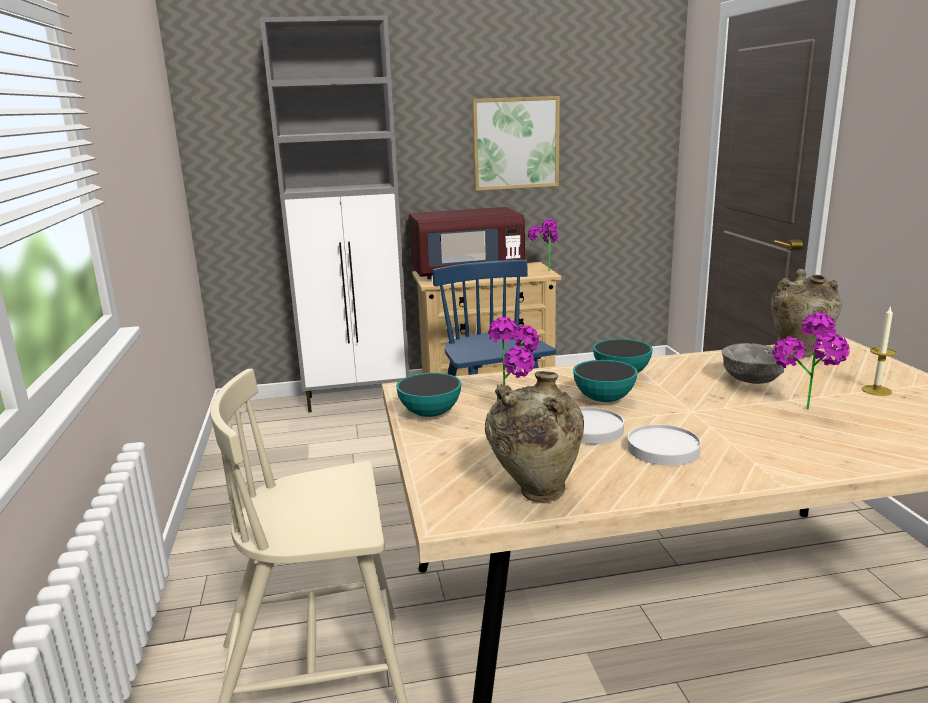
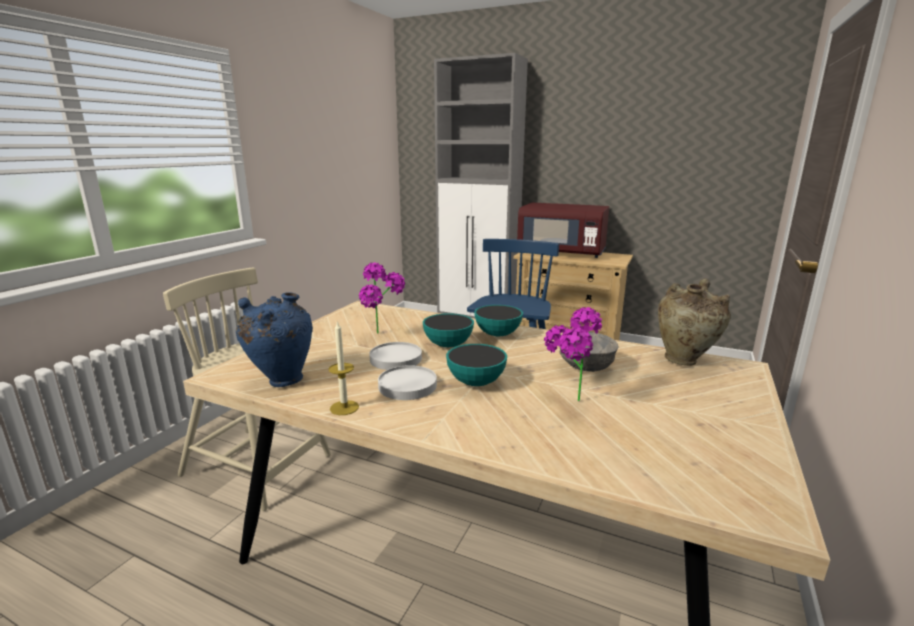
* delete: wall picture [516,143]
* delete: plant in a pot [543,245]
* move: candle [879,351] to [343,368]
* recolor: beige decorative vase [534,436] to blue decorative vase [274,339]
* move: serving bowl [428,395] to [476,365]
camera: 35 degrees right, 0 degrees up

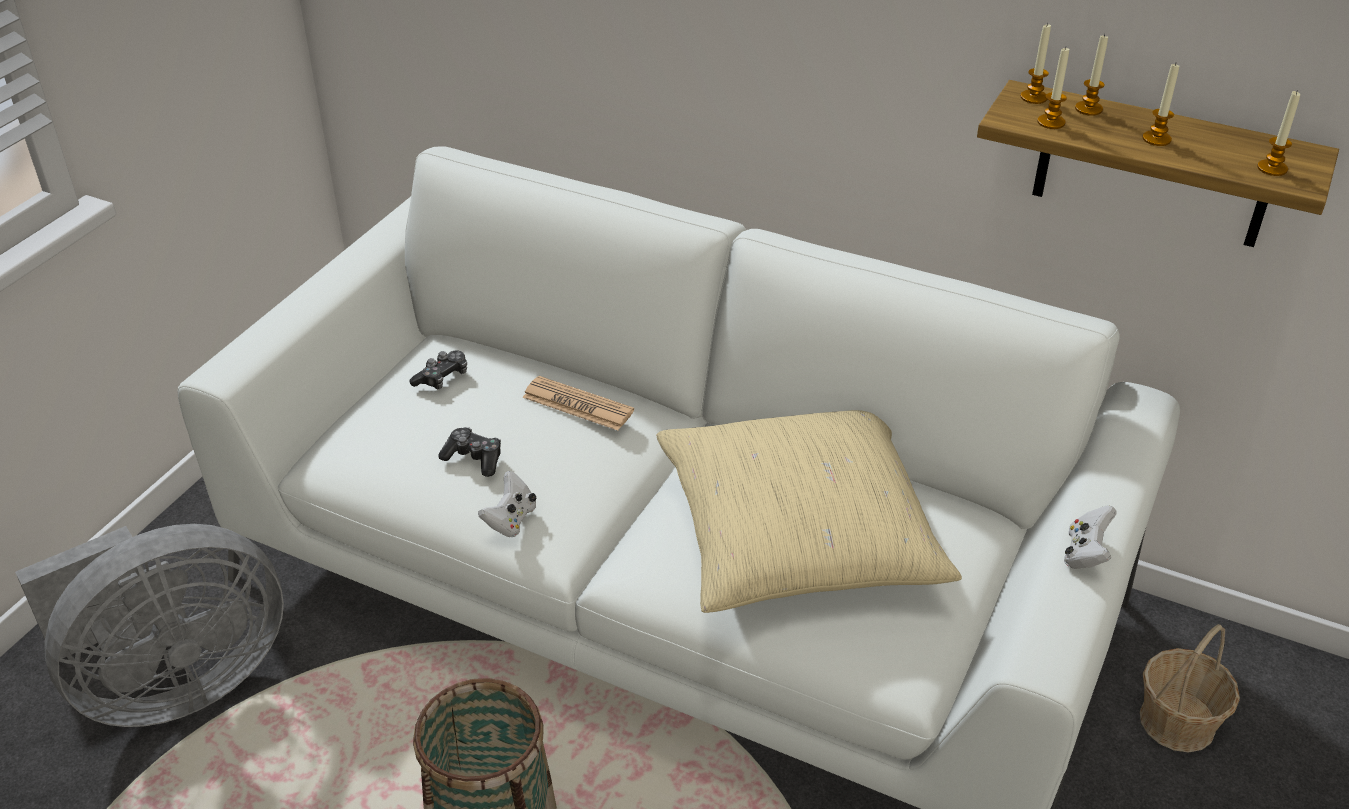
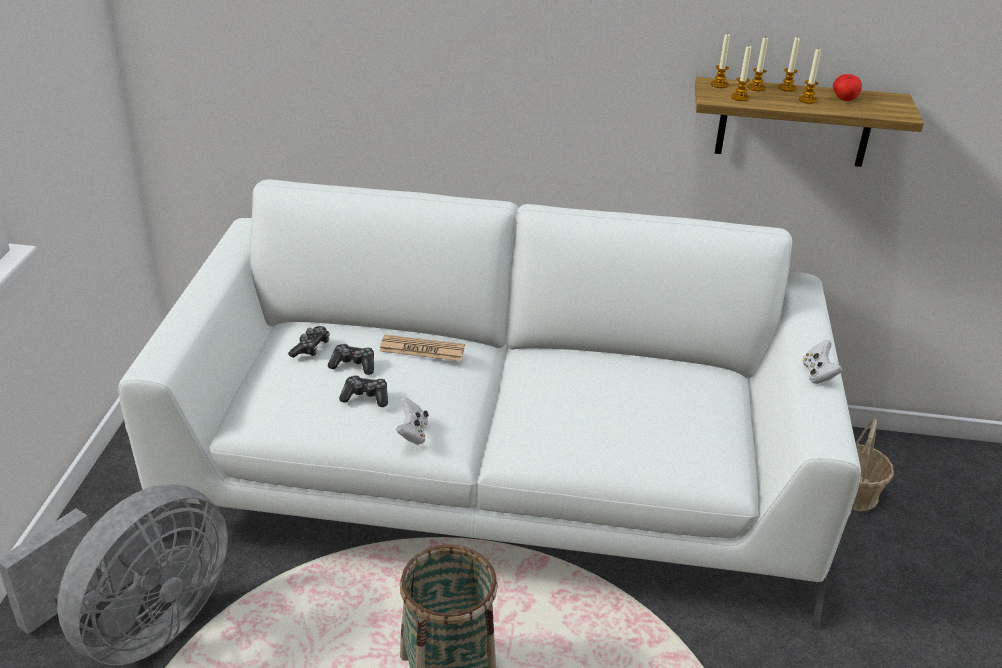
* move: candle [1278,133] to [789,64]
* delete: beige throw pillow [809,511]
* insert: apple [847,87]
* insert: gamepad [351,359]
camera: 20 degrees left, 5 degrees down

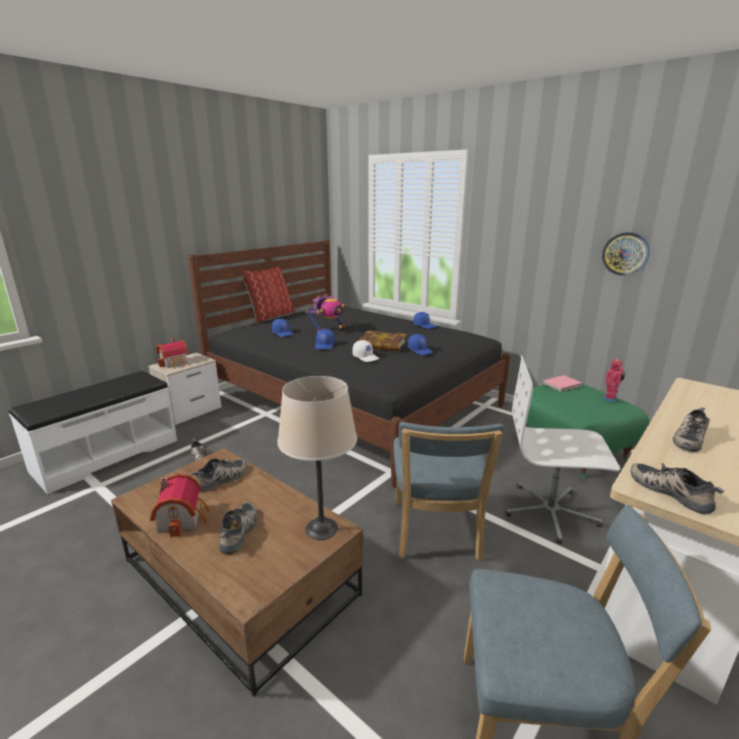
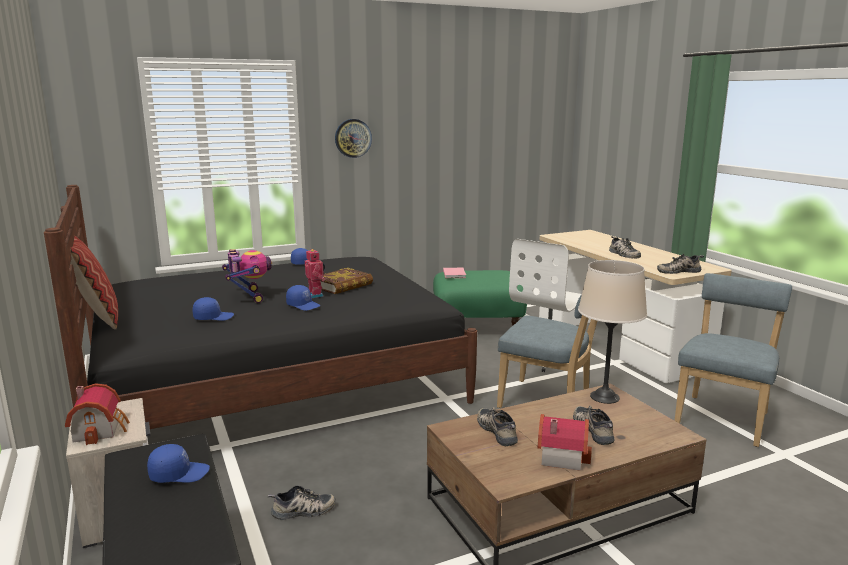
* move: wall clock [626,254] to [353,138]
* move: blue cap [420,344] to [178,463]
* delete: white cap [365,351]
* move: robot figure [614,380] to [315,273]
* rotate: low shoe [238,527] = [593,425] 45 degrees clockwise
camera: 65 degrees left, 5 degrees down

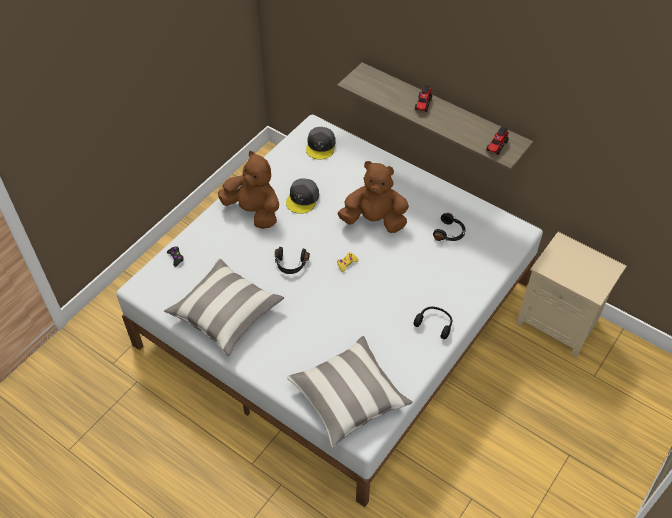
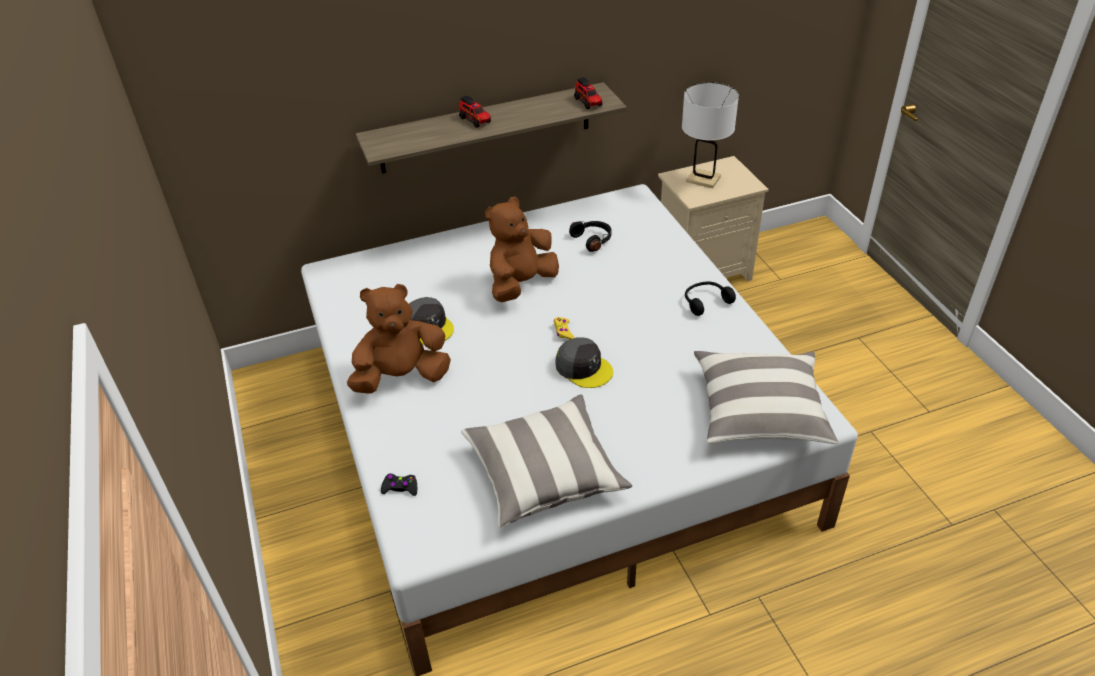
* move: gray cap [321,143] to [584,362]
* delete: blackish headset [292,260]
* insert: white tabletop lamp [710,135]
camera: 55 degrees left, 10 degrees down

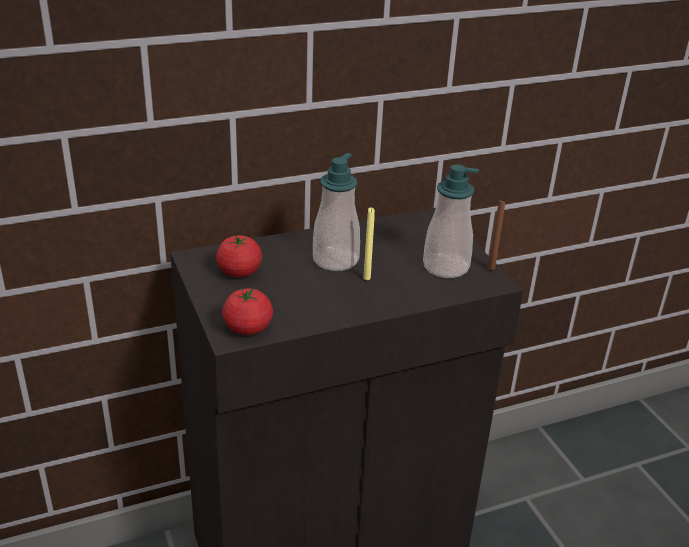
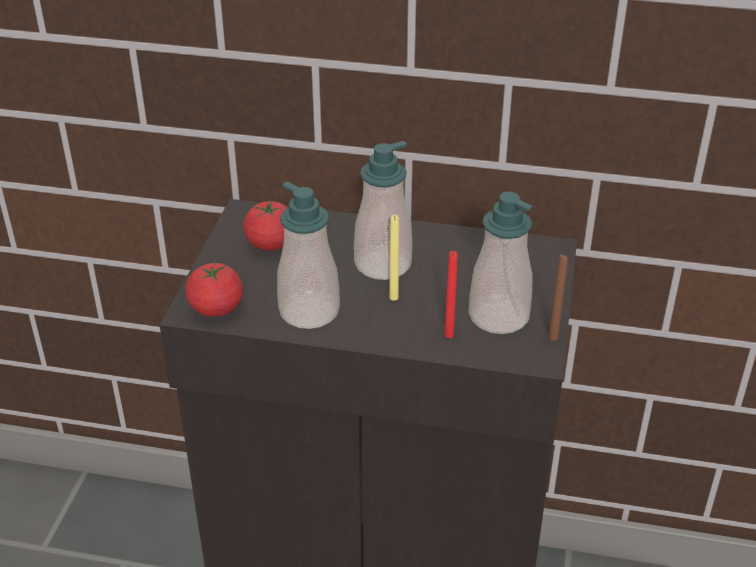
* insert: liquid soap bottle [308,255]
* insert: red-coloured candle [451,294]
camera: 35 degrees right, 5 degrees up

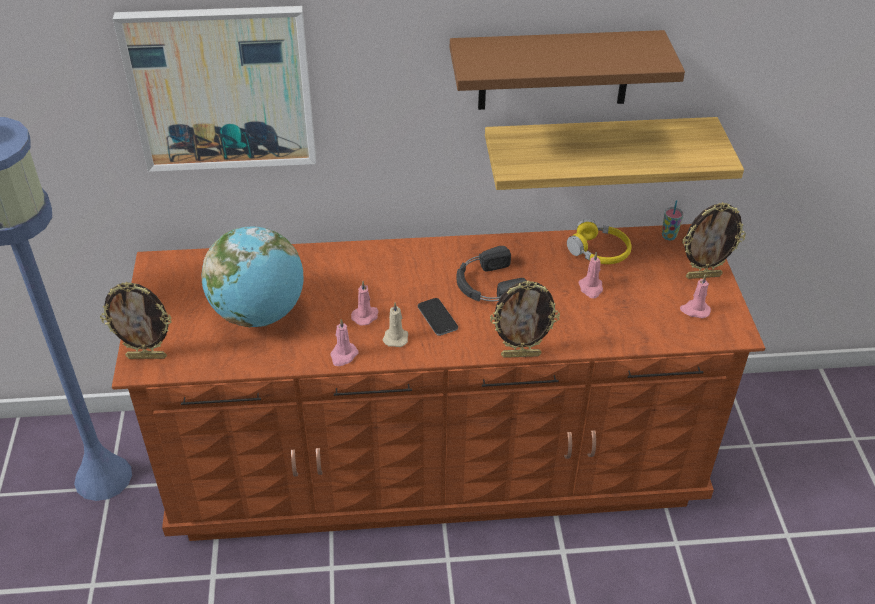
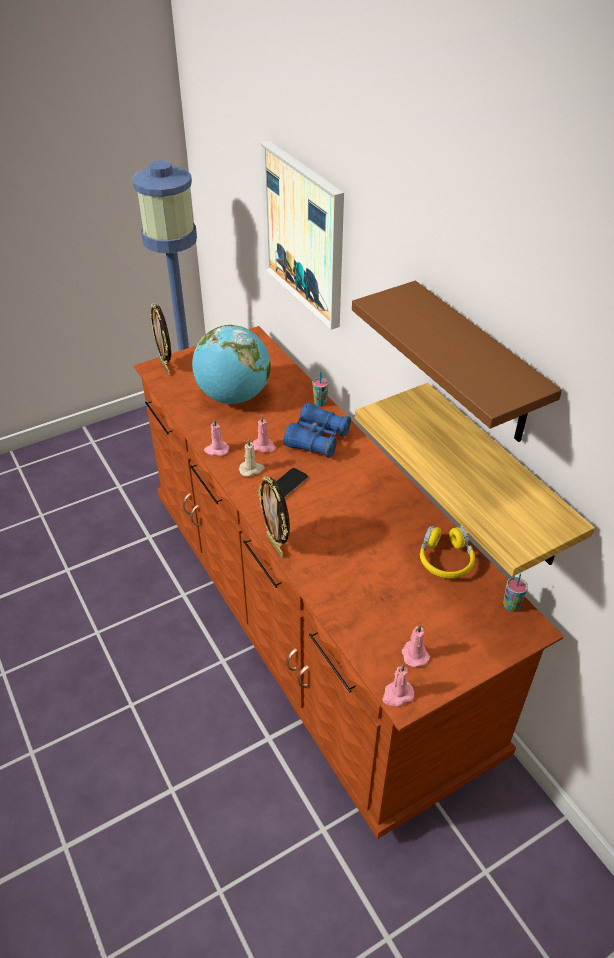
* delete: picture frame [714,240]
* delete: blackish headset [492,273]
* move: pink candle [590,275] to [398,685]
* insert: small cup [320,388]
* insert: blue pair of binoculars [317,430]
camera: 65 degrees right, 0 degrees up

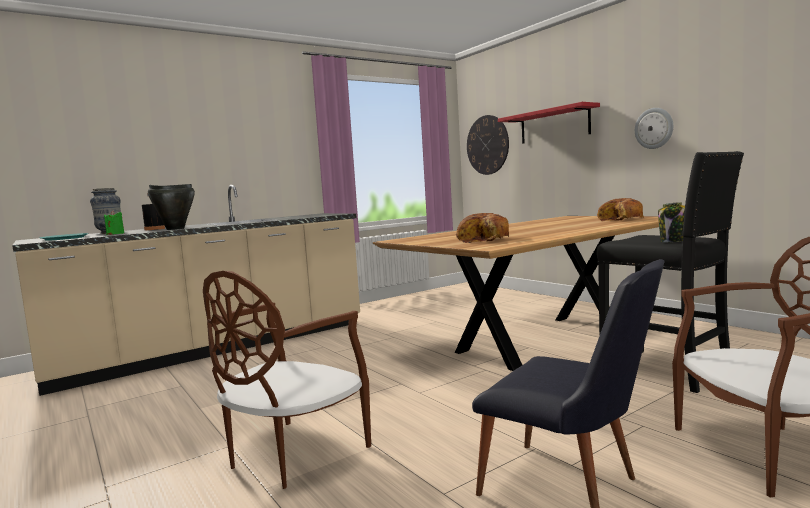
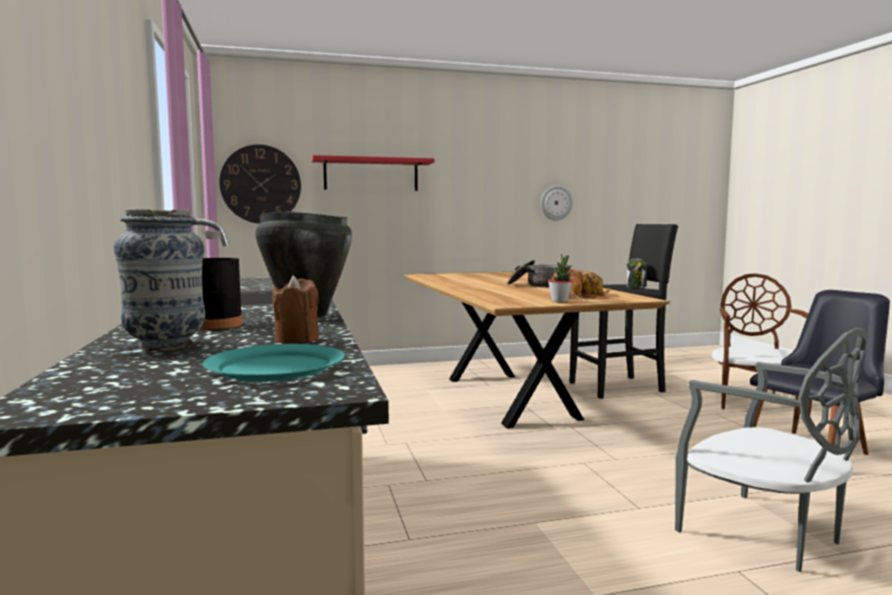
* move: wall clock [654,128] to [557,203]
* delete: bakery bread [620,209]
* recolor: greenish candle [114,223] to brownish candle [295,309]
* recolor: brownish upright chair [287,380] to gray upright chair [771,450]
* insert: plant in a pot [560,278]
* insert: cooking pot [538,273]
camera: 70 degrees left, 0 degrees up

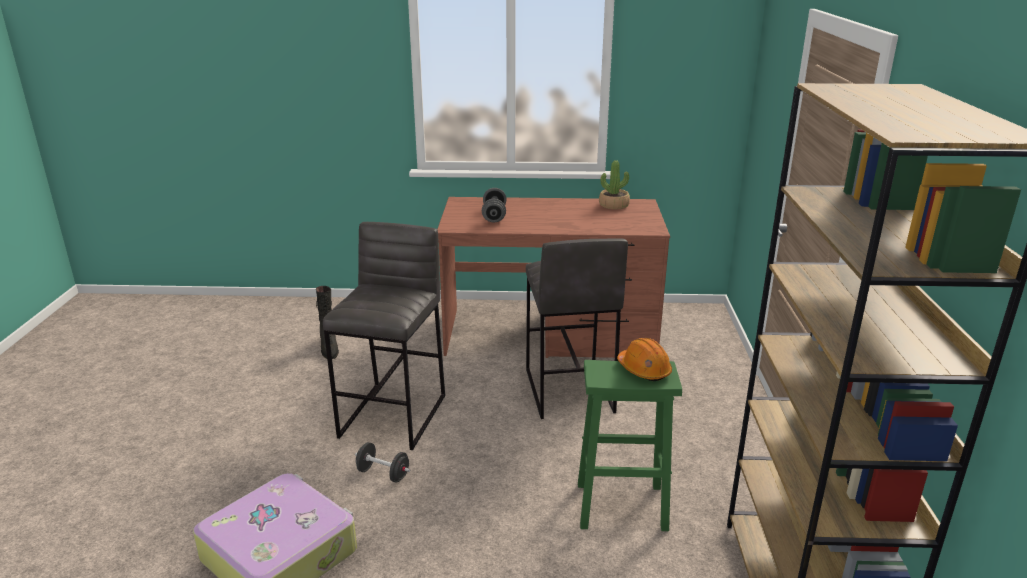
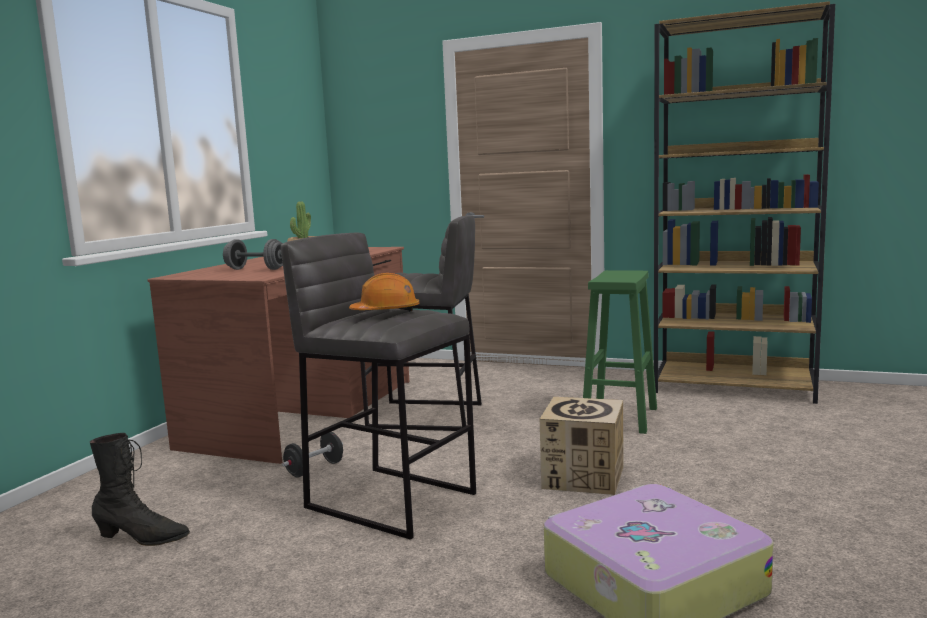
* move: orangey safety helmet [644,359] to [384,292]
* move: blackish hand weight [382,462] to [312,454]
* insert: packing box [582,446]
camera: 70 degrees left, 15 degrees down

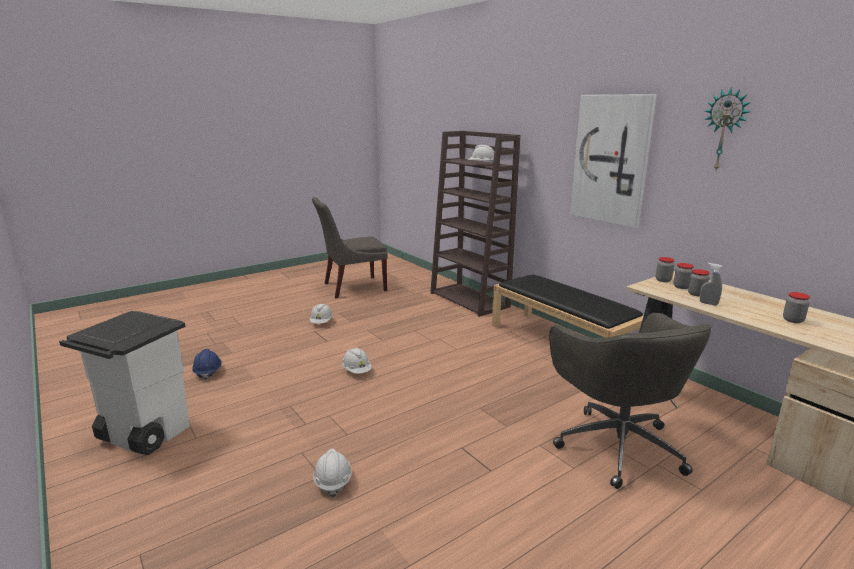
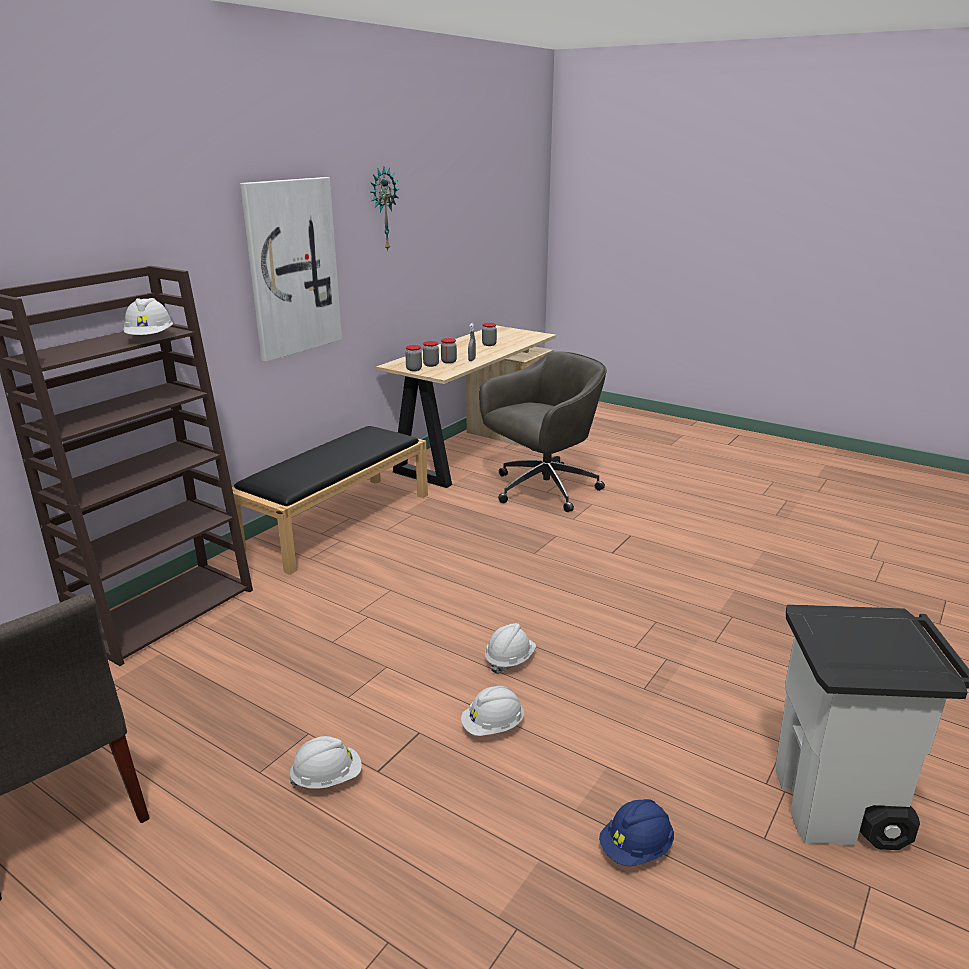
* move: white safety helmet [332,473] to [492,711]
camera: 110 degrees left, 5 degrees up

